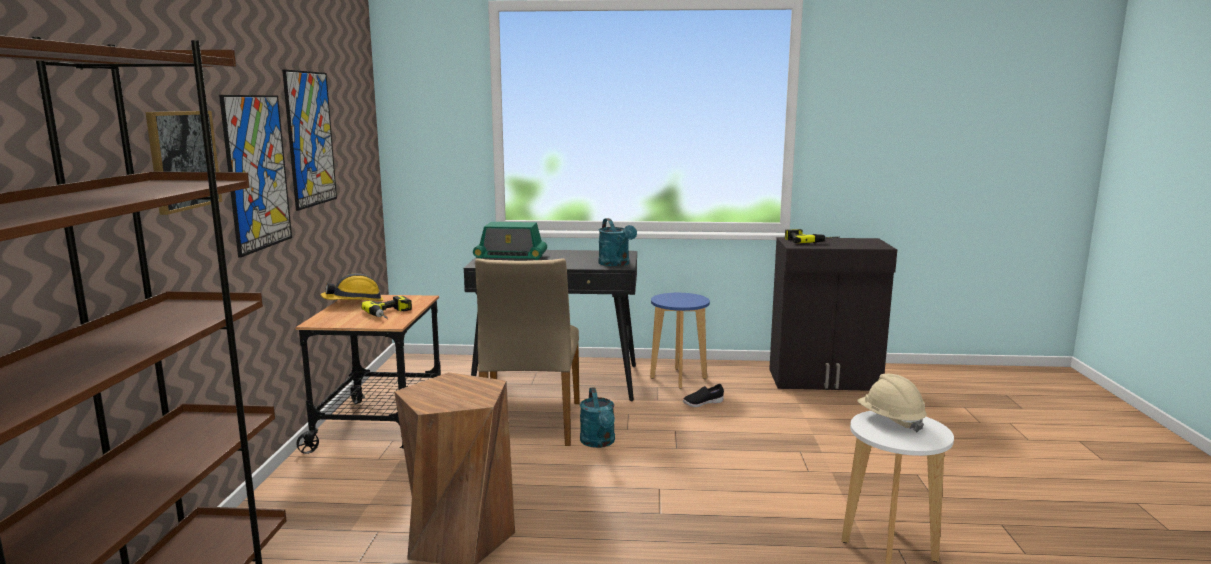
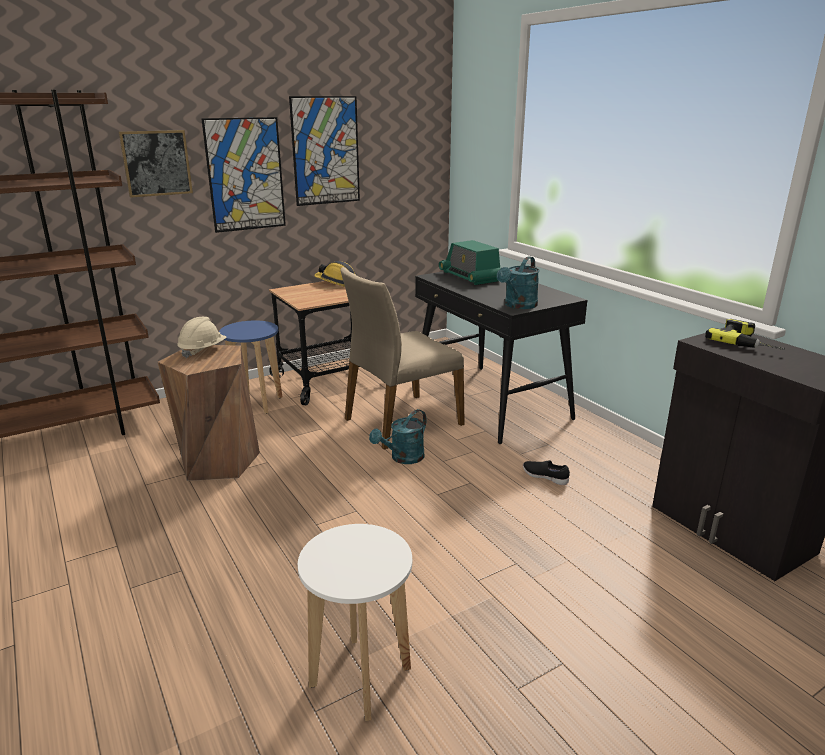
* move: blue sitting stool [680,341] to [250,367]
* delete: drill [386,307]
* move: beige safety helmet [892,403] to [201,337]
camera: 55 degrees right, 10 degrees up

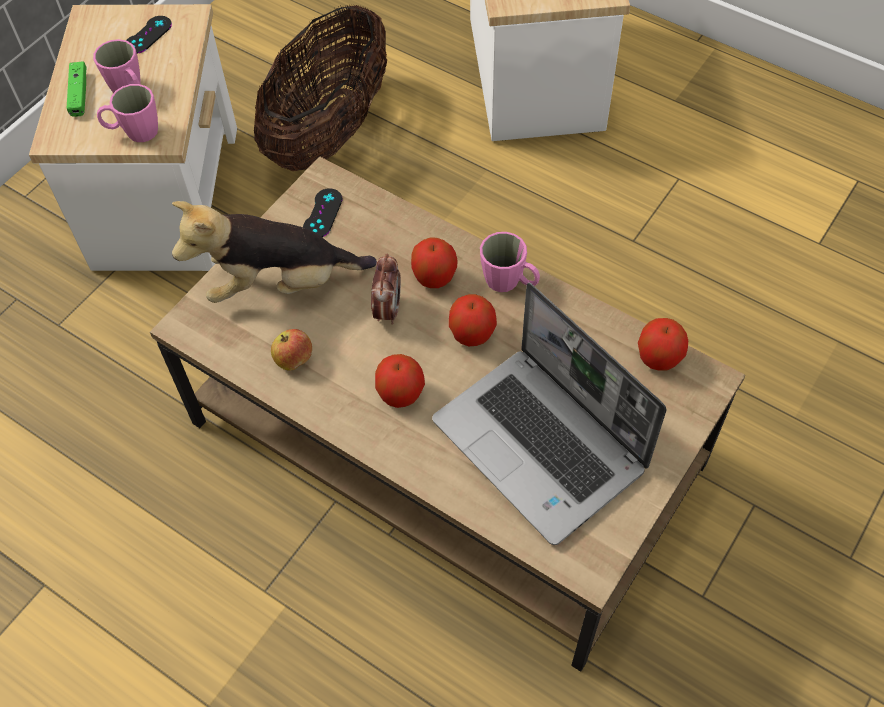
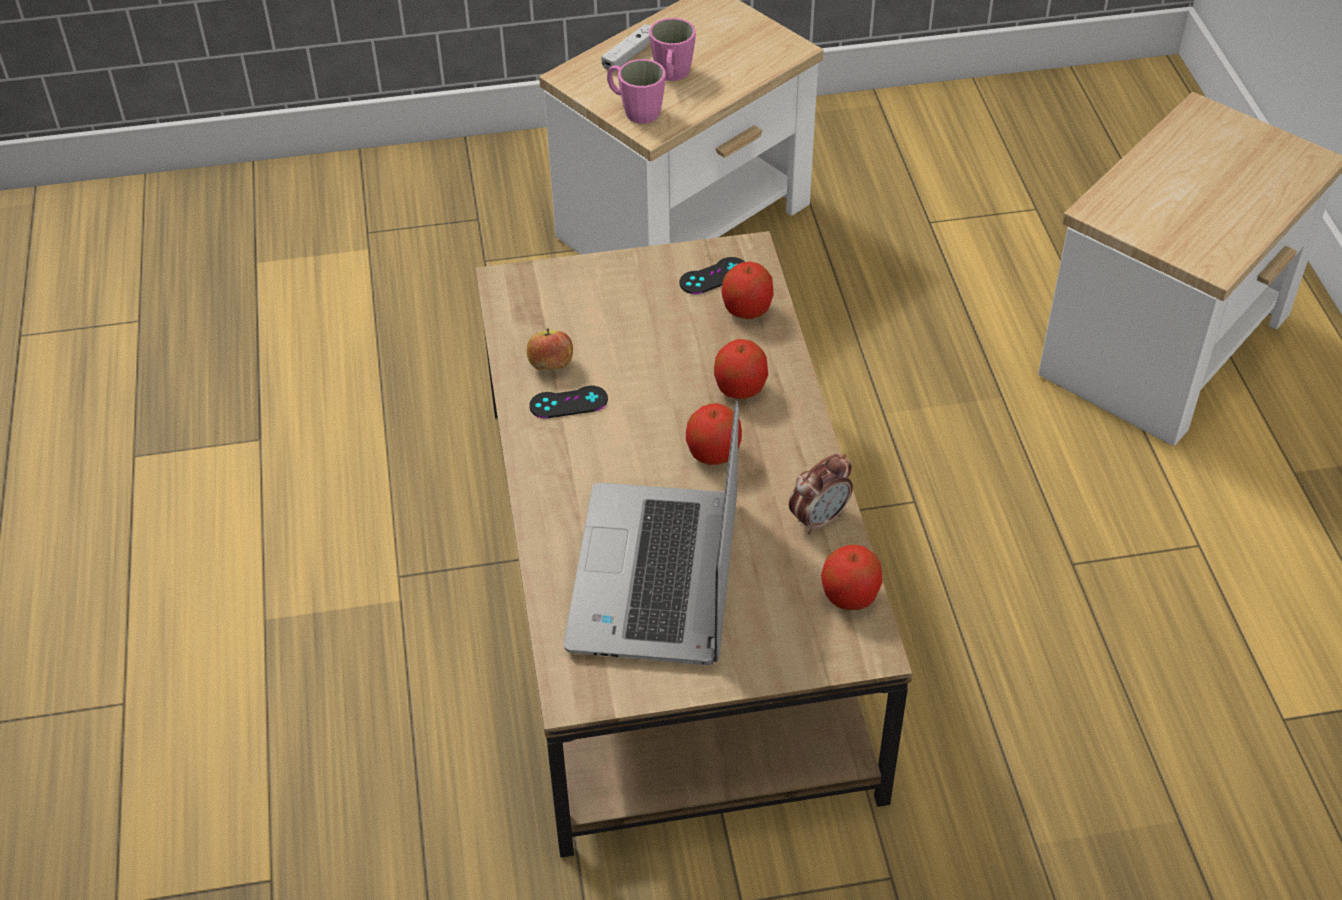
* delete: household basket [320,87]
* move: blackish gamepad [149,34] to [568,402]
* recolor: greenish gamepad [77,89] to white gamepad [626,48]
* delete: plush toy [274,252]
* delete: pink mug [510,262]
* move: table clock [386,289] to [821,494]
* move: apple [400,381] to [748,290]
camera: 45 degrees right, 10 degrees down

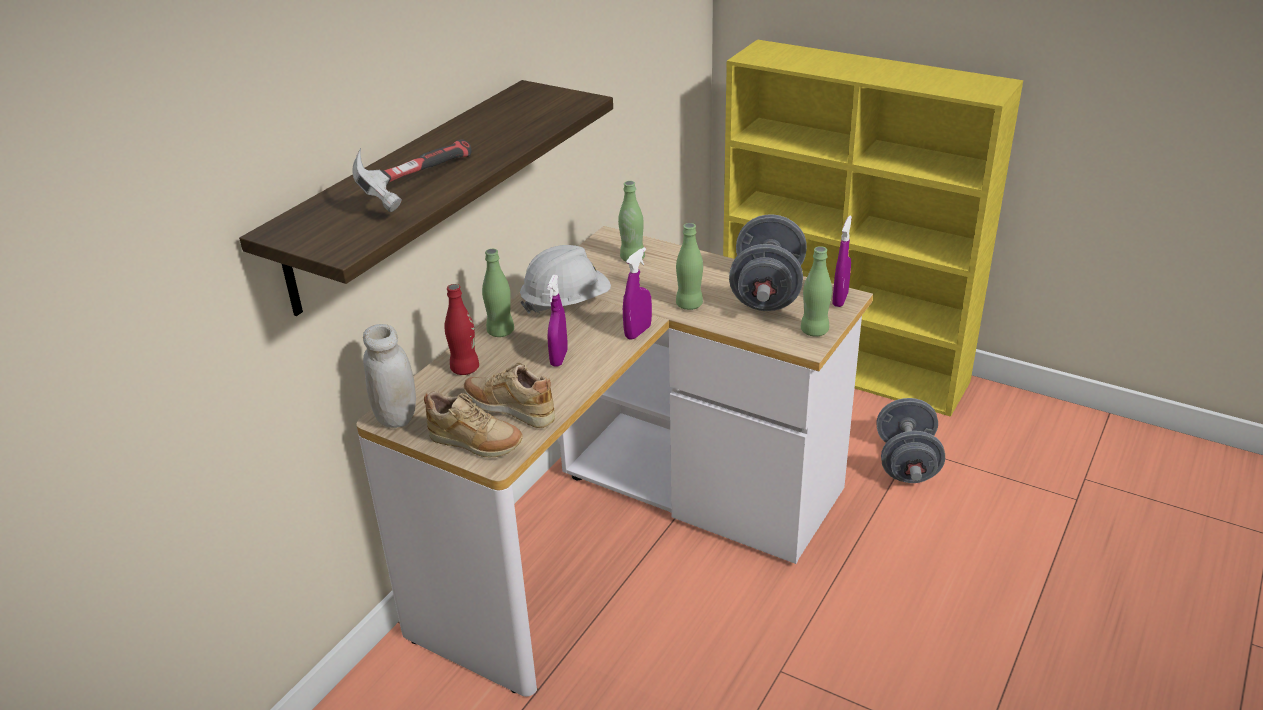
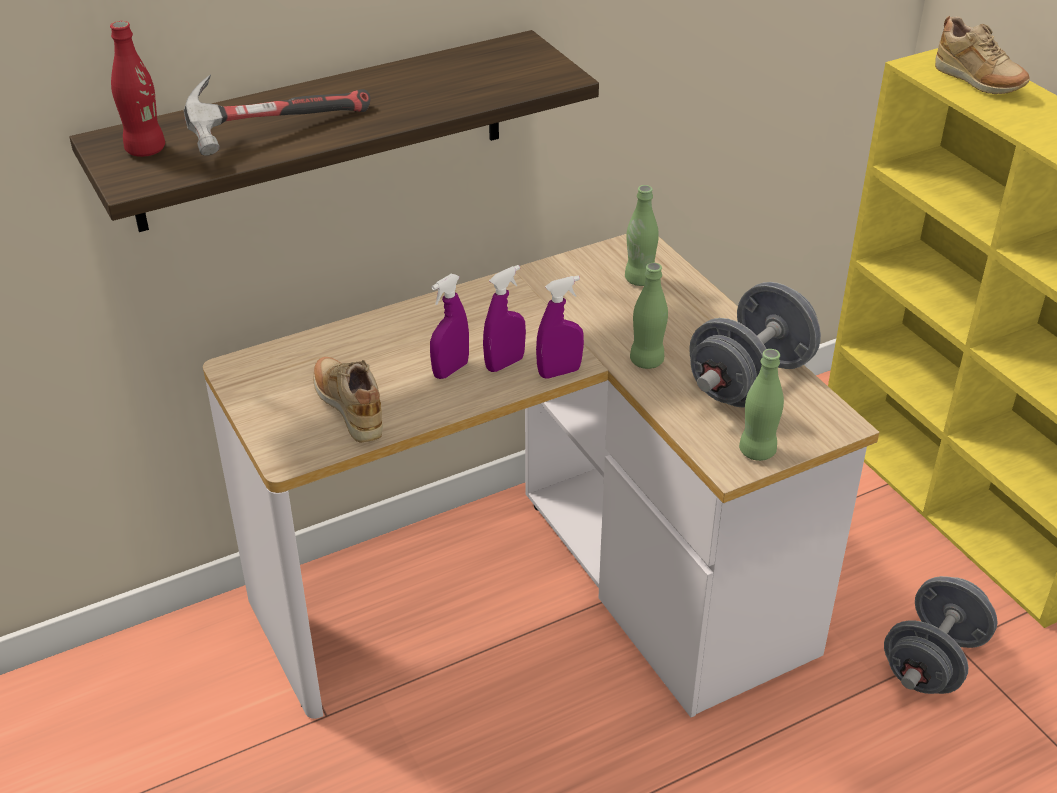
* move: purple hand sprayer [842,261] to [504,318]
* delete: white safety helmet [565,279]
* delete: greenish drink bottle [498,293]
* move: red-coloured drink bottle [462,329] to [137,89]
* delete: white storage jar [389,376]
* move: beige low shoe [473,424] to [982,55]
camera: 30 degrees right, 5 degrees up

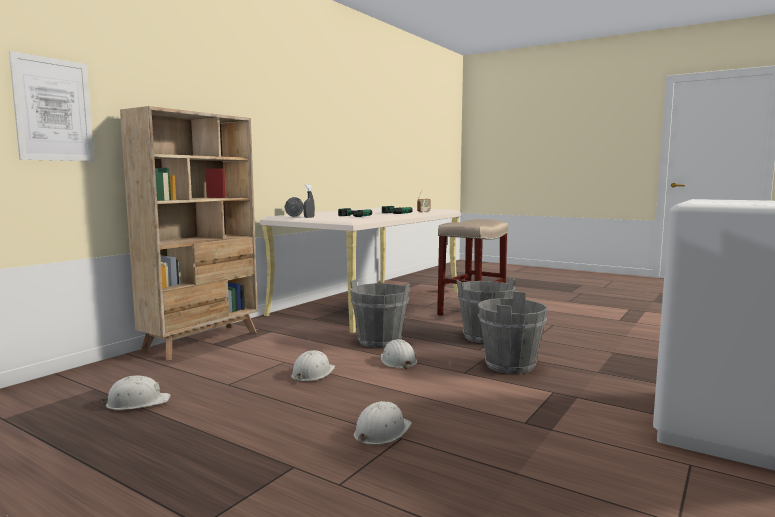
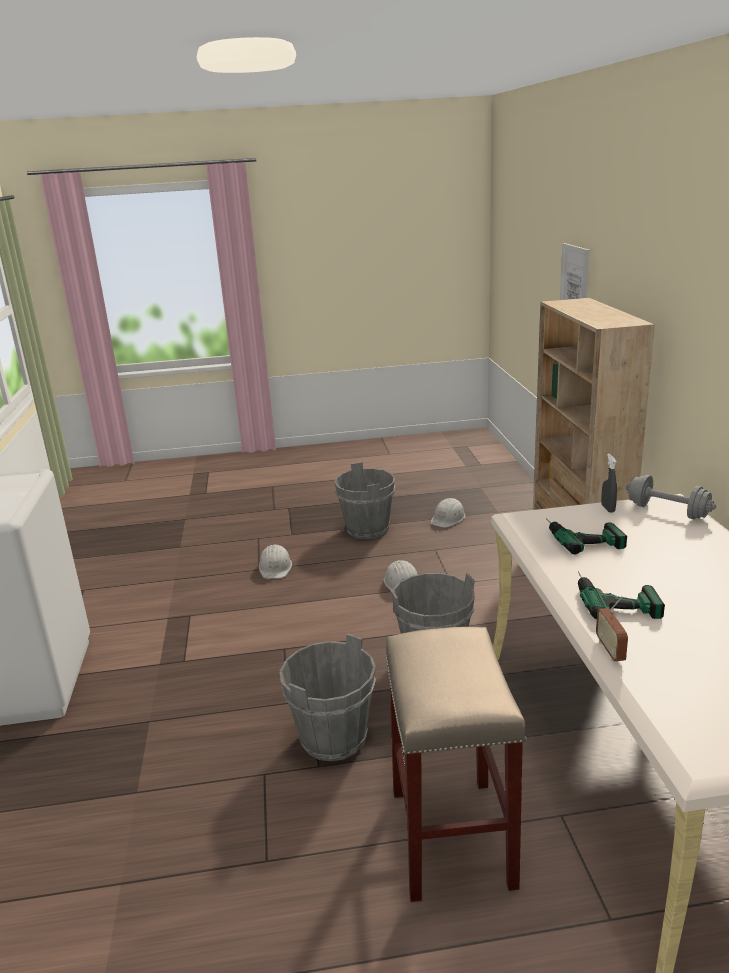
* move: gray water bucket [513,332] to [364,500]
* delete: white safety helmet [399,354]
camera: 140 degrees right, 15 degrees up

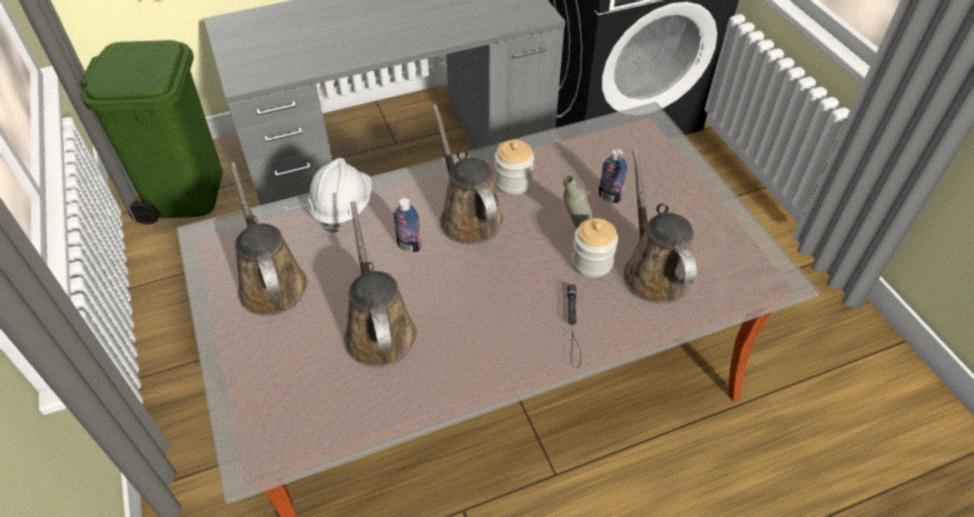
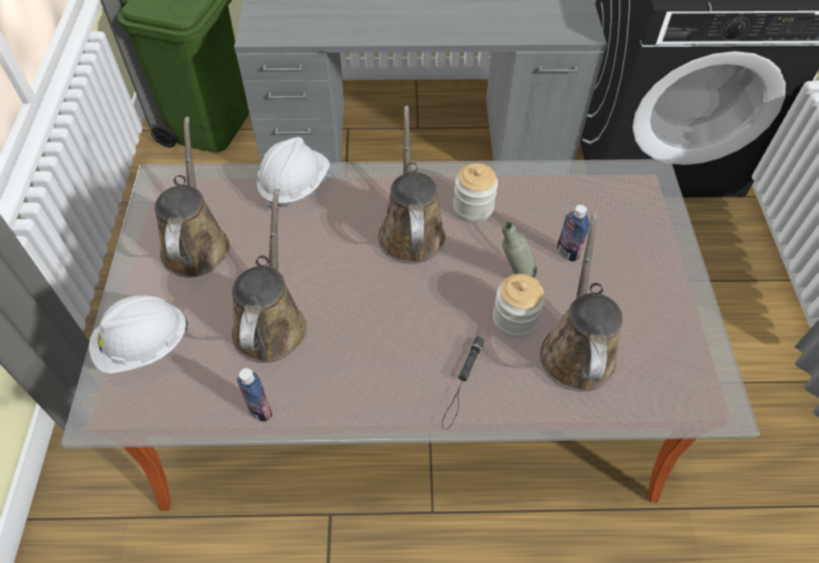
* move: drink bottle [407,225] to [254,395]
* insert: white safety helmet [138,334]
camera: 20 degrees right, 5 degrees up

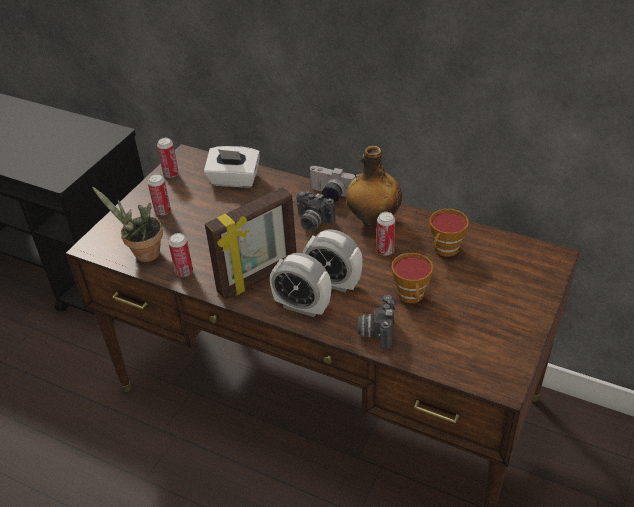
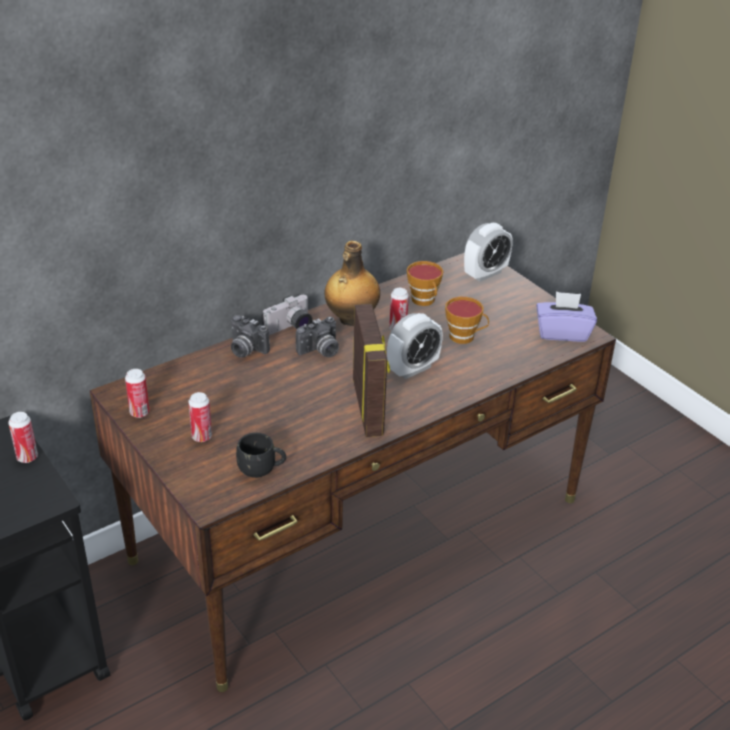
* delete: white box of tissues [232,167]
* replace: plant in a pot [127,224] to blackish mug [261,455]
* move: sealed can [180,255] to [23,437]
* move: table clock [300,285] to [488,252]
* move: photo camera [376,322] to [250,336]
* insert: purple box of tissues [566,316]
camera: 65 degrees left, 5 degrees down

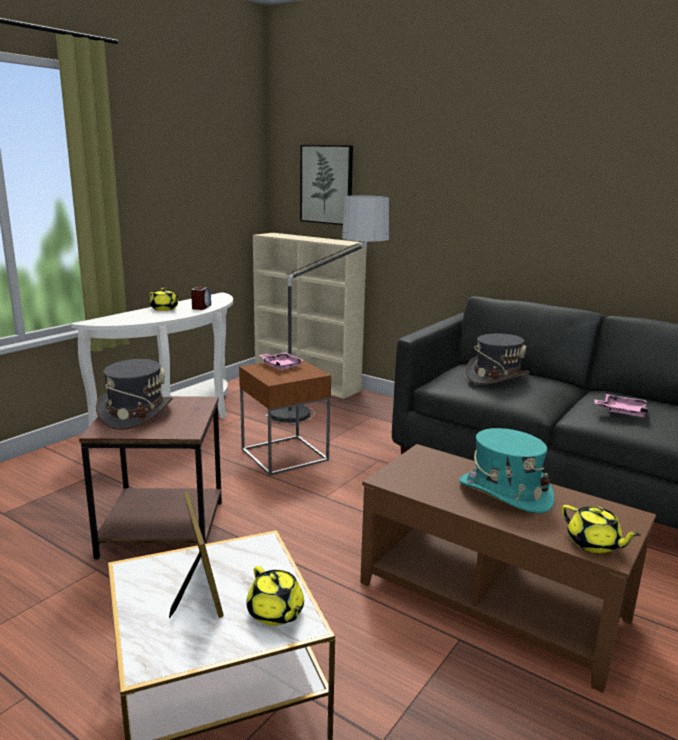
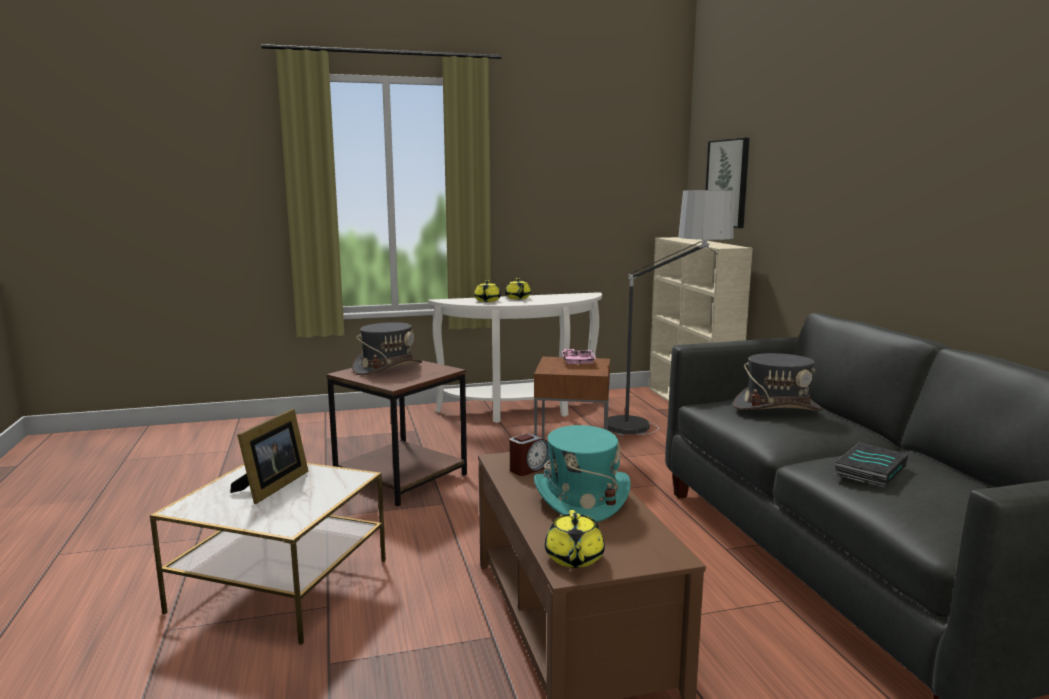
* move: table clock [201,298] to [530,454]
* replace: pink carrying tray [621,405] to bound book [871,465]
* move: yellow tea pot [275,596] to [487,291]
camera: 40 degrees right, 5 degrees down

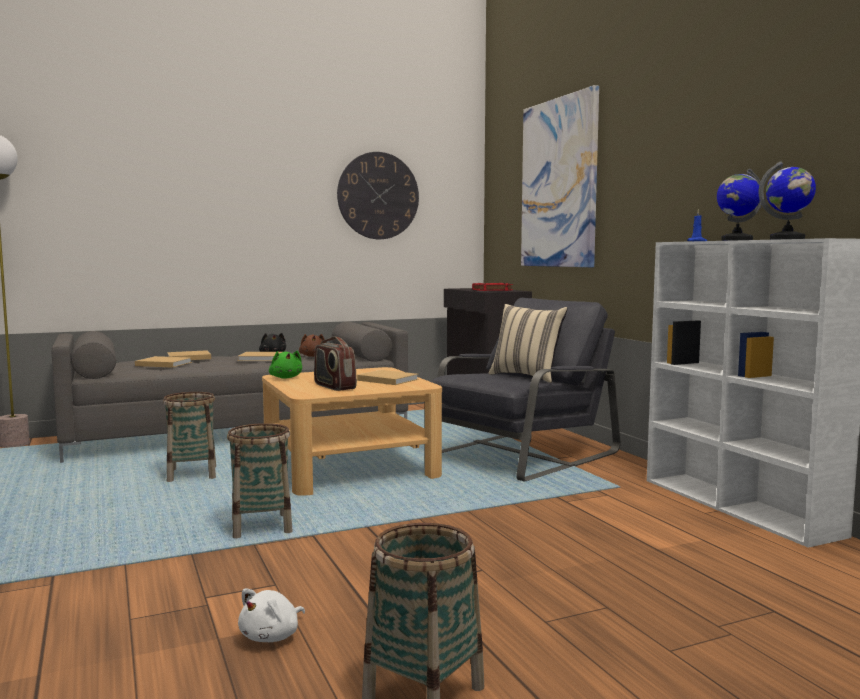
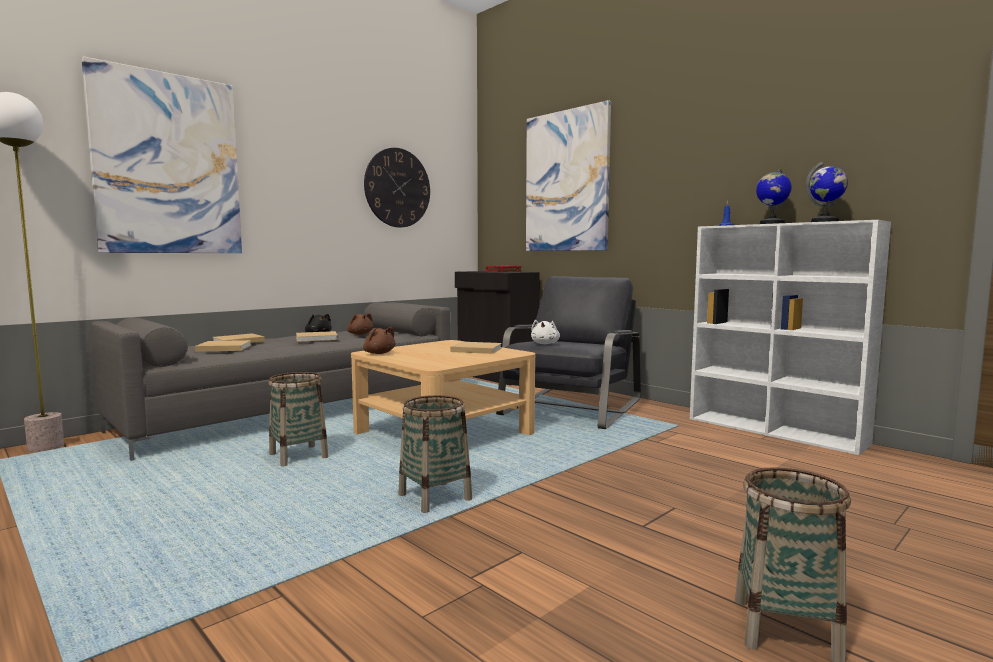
* delete: beige throw pillow [528,343]
* delete: radio [335,363]
* recolor: greenish plush toy [285,364] to brownish plush toy [379,340]
* move: white plush toy [271,615] to [545,332]
* insert: wall picture [161,154]
camera: 20 degrees left, 0 degrees up

